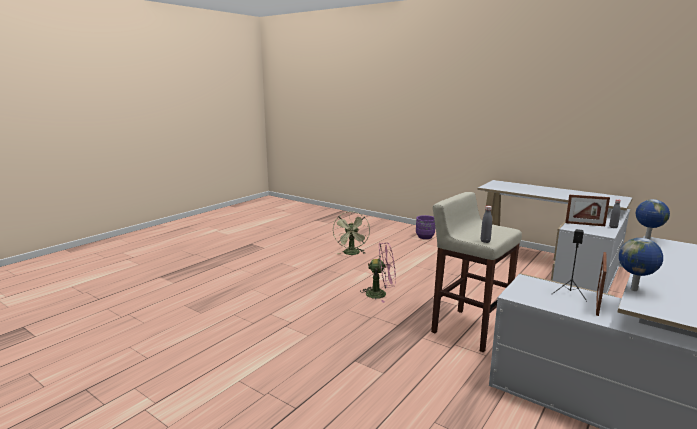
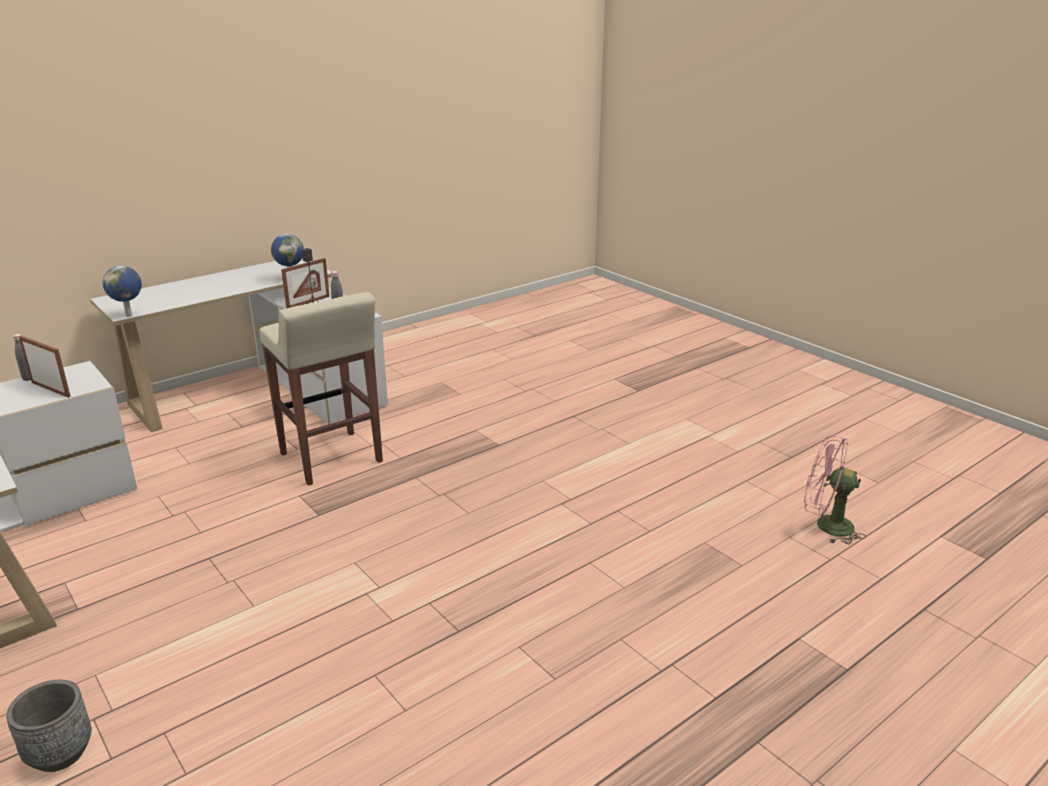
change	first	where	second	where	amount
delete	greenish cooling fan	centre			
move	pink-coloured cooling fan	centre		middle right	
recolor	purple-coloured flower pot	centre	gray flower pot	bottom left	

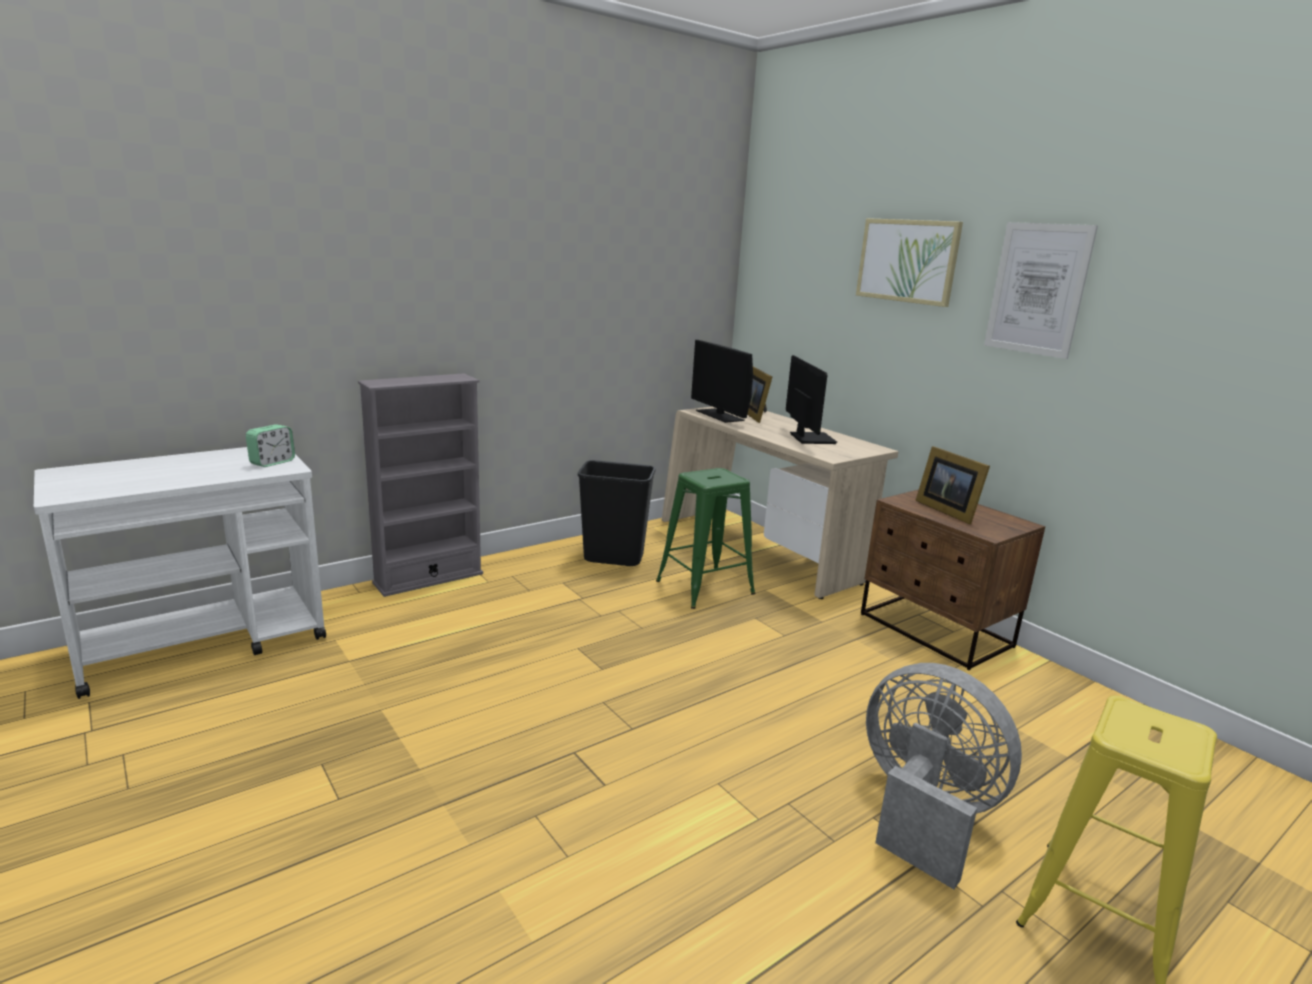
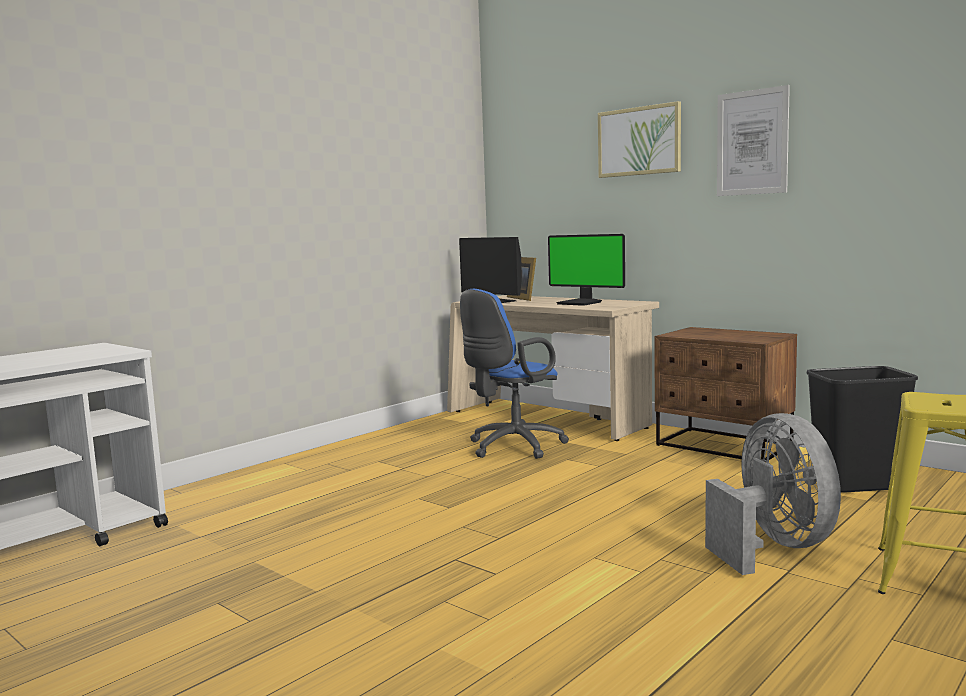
change	first	where	second	where	amount
delete	table clock	middle left			
delete	gray bookshelf	middle left			
move	black trash can	centre		middle right	
replace	greenish stool seat	centre	bluish office chair	centre	
rotate	computer display (2nd from left)	centre		centre	150 degrees clockwise
rotate	gray cooling fan	bottom right		bottom right	45 degrees clockwise
delete	standing frame (2nd from left)	middle right			

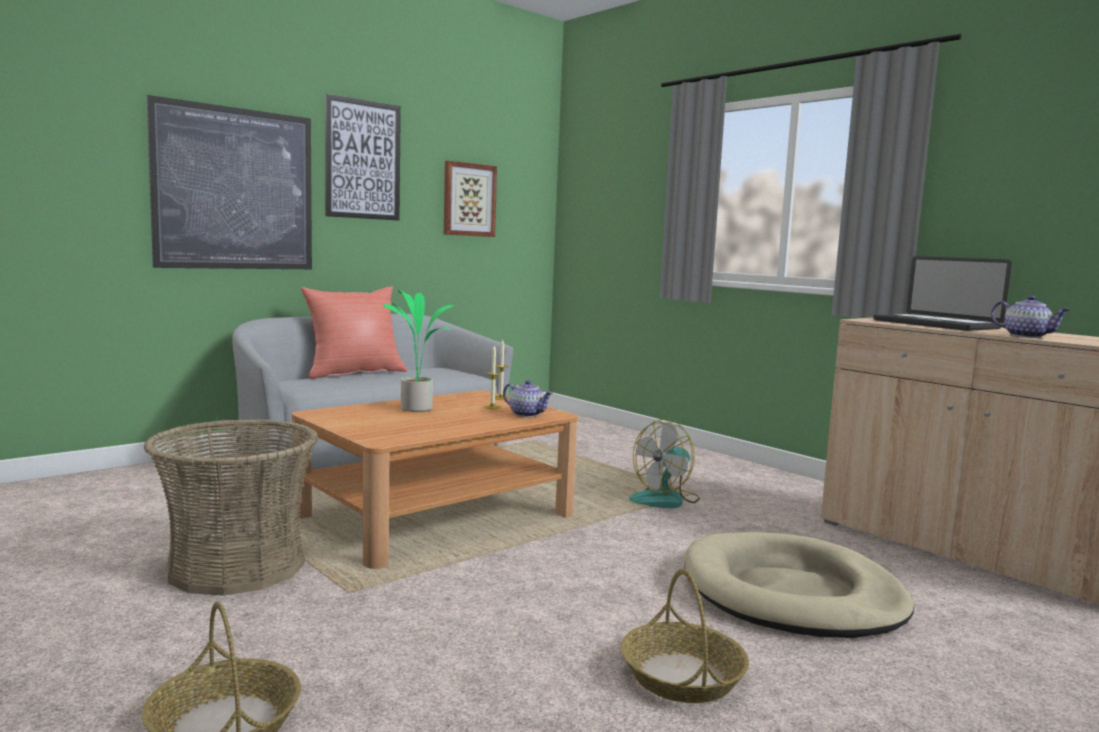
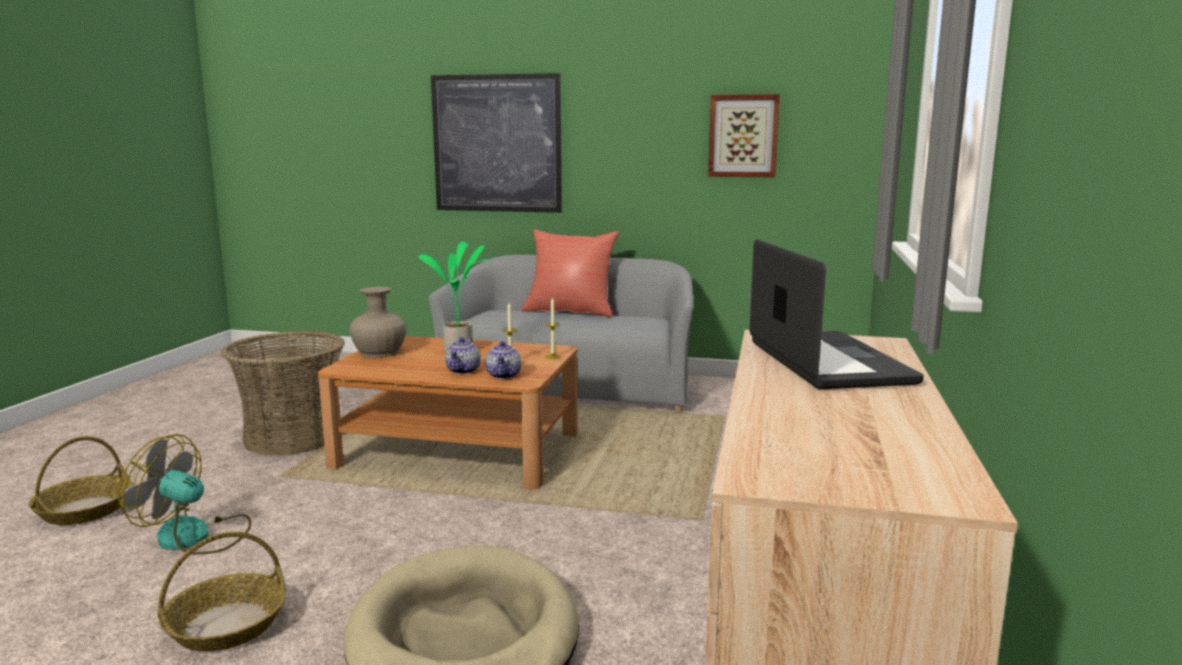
change	first	where	second	where	amount
delete	picture (2nd from left)	top left			
move	cooling fan	centre		bottom left	
rotate	portable computer	middle right		middle right	150 degrees clockwise
move	pot for tea (2nd from left in the first image)	middle right	pot for tea (1st from left)	centre	
insert			beige-coloured flower vase	middle left	

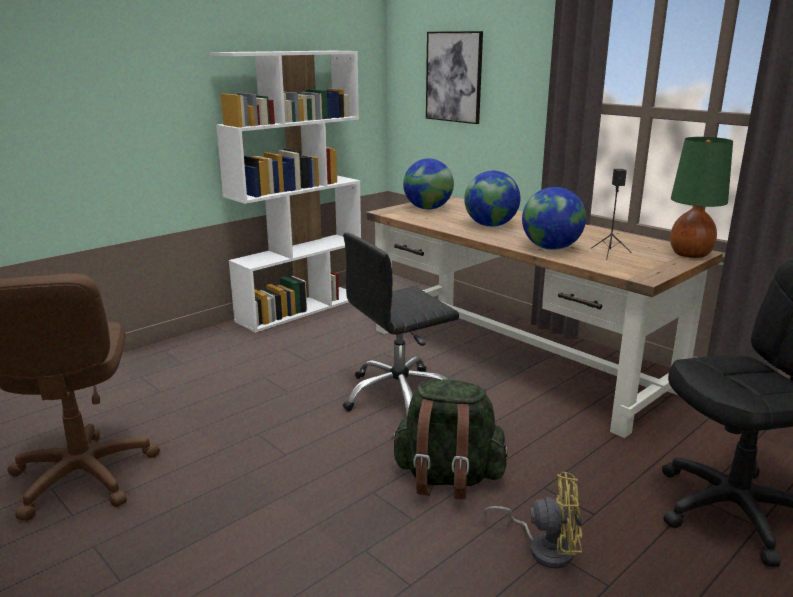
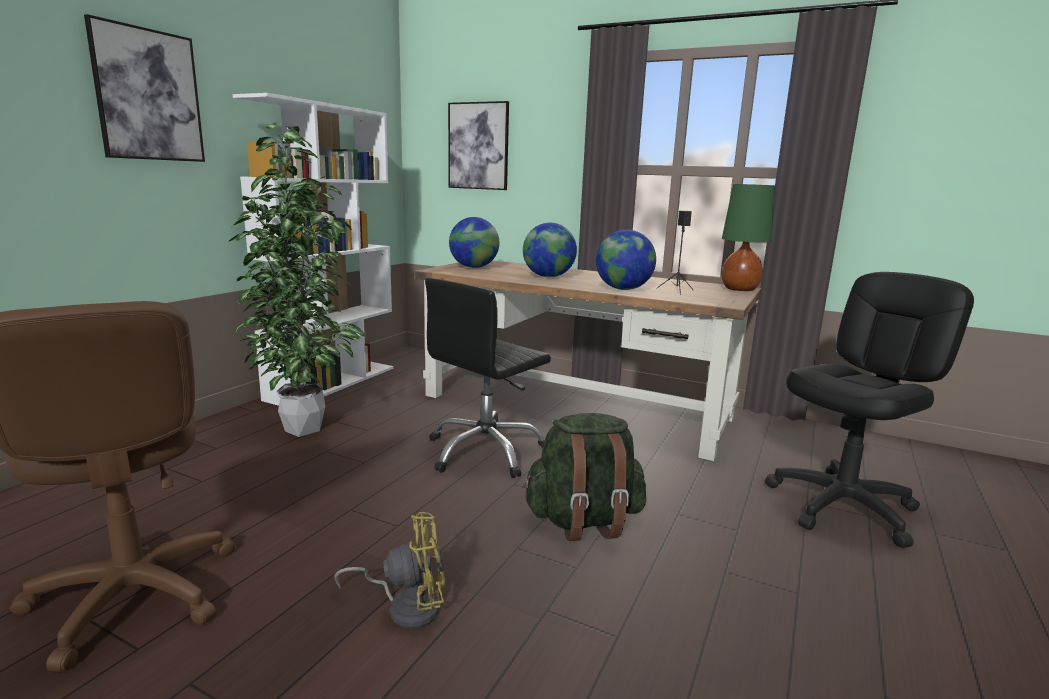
change	first	where	second	where	amount
move	yellow cooling fan	bottom right		bottom centre	
insert			picture (1st from left)	top left	
insert			plant in a pot	middle left	

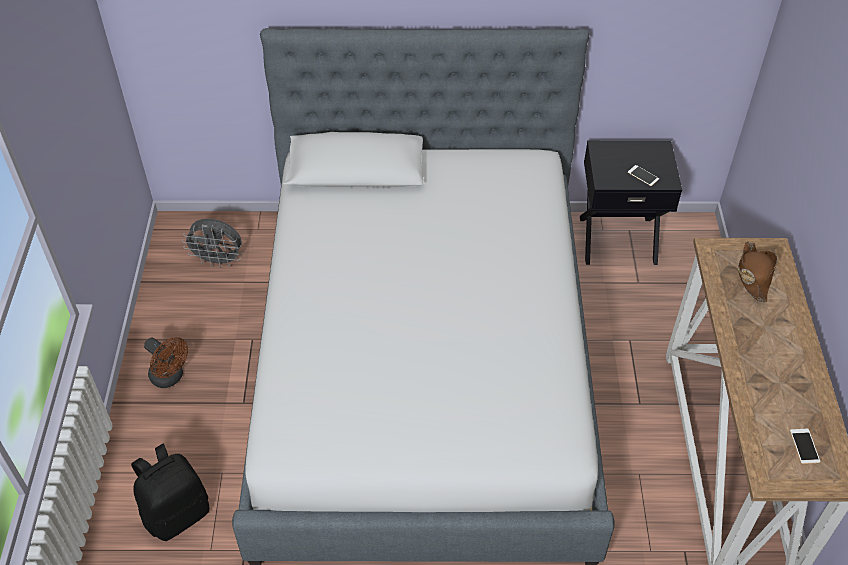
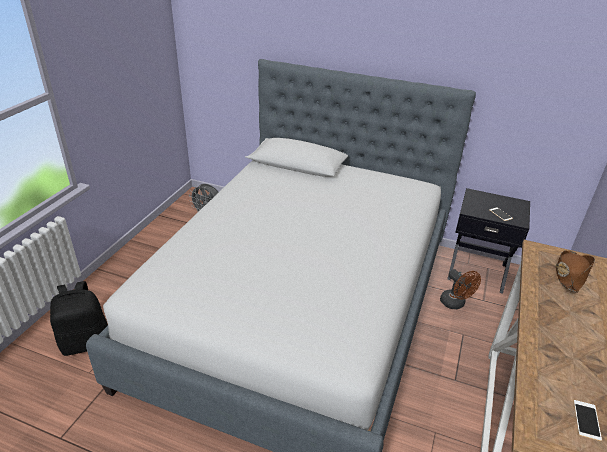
change	first	where	second	where	amount
move	brownish cooling fan	middle left		middle right	

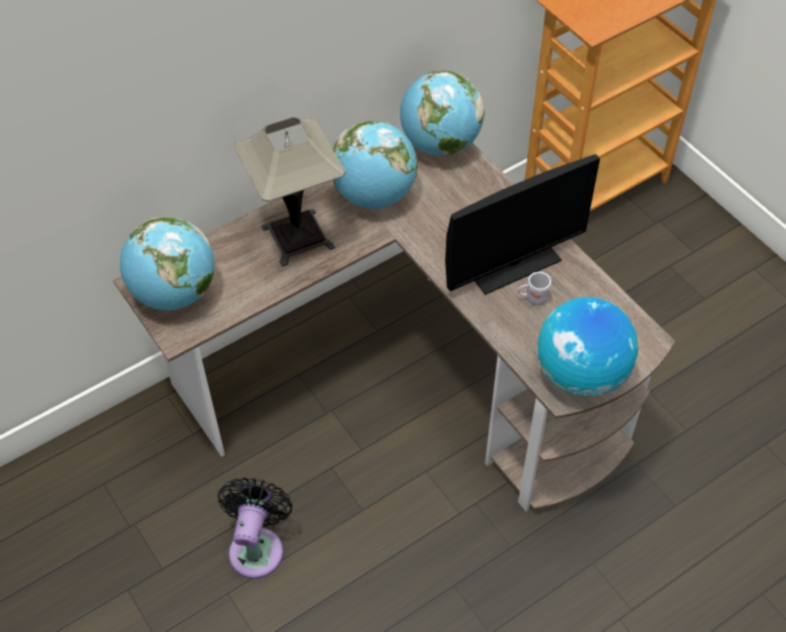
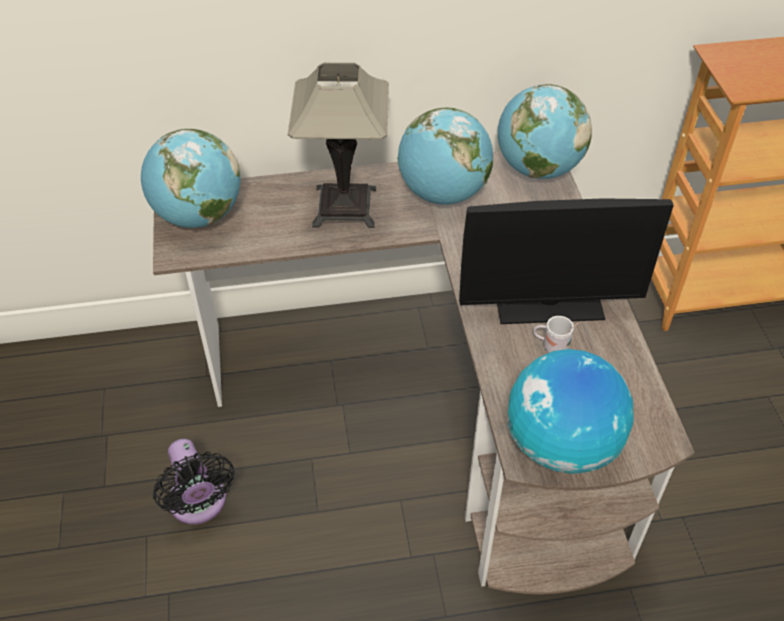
change	first	where	second	where	amount
rotate	black cooling fan	bottom left		bottom left	120 degrees clockwise

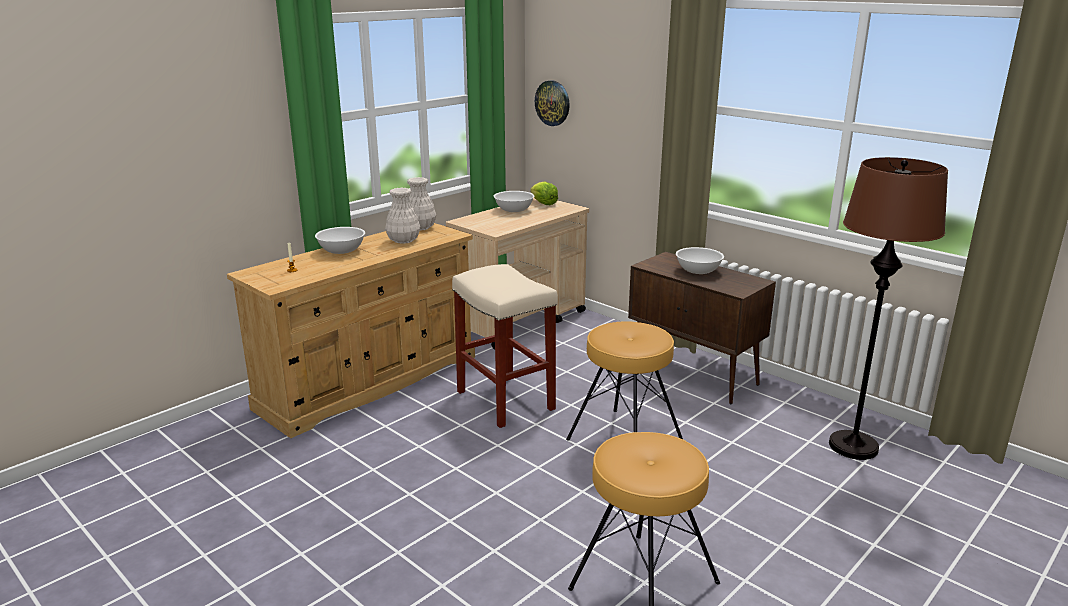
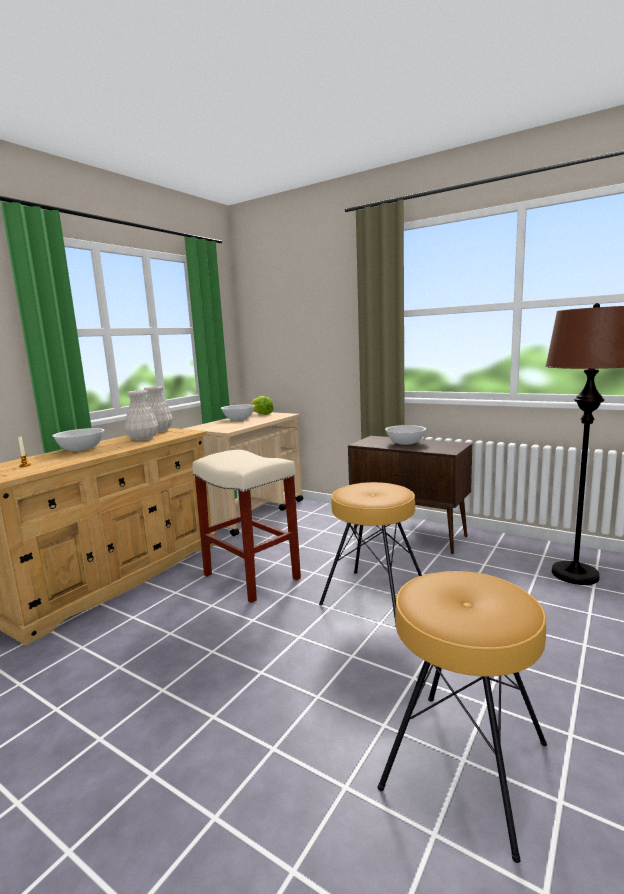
change	first	where	second	where	amount
delete	hanging clock	top centre			

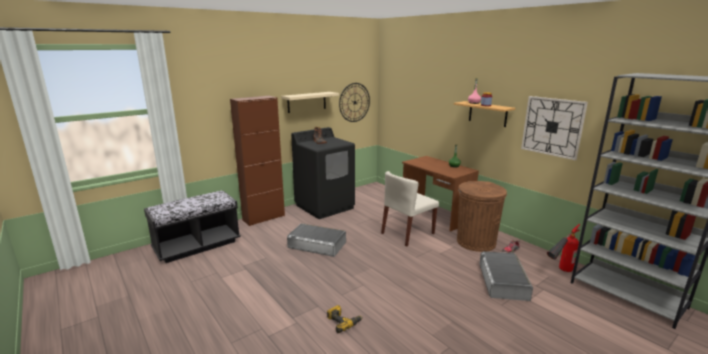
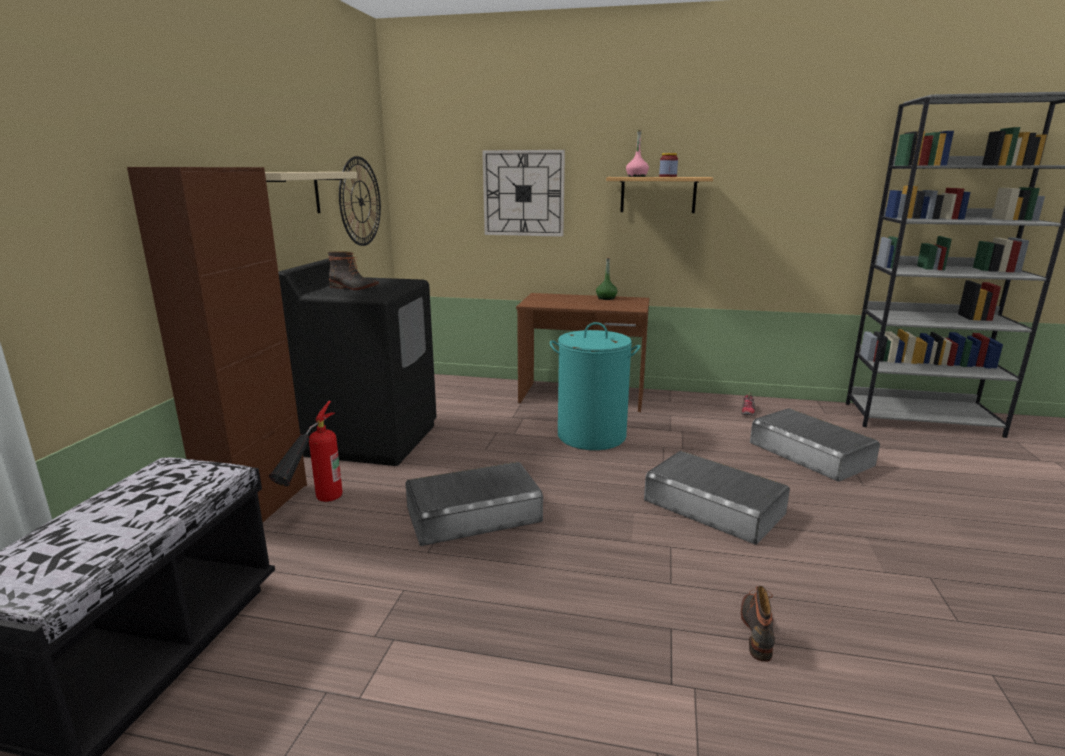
change	first	where	second	where	amount
replace	power drill	bottom centre	boot (2nd from left)	bottom right	
replace	beige-coloured upright chair	centre	turquoise washing basket	centre	
delete	brownish trash can	middle right			
move	hanging clock (2nd from left)	middle right		top centre	
move	fire extinguisher	bottom right		middle left	
insert			gray storage bin (2nd from left)	middle right	

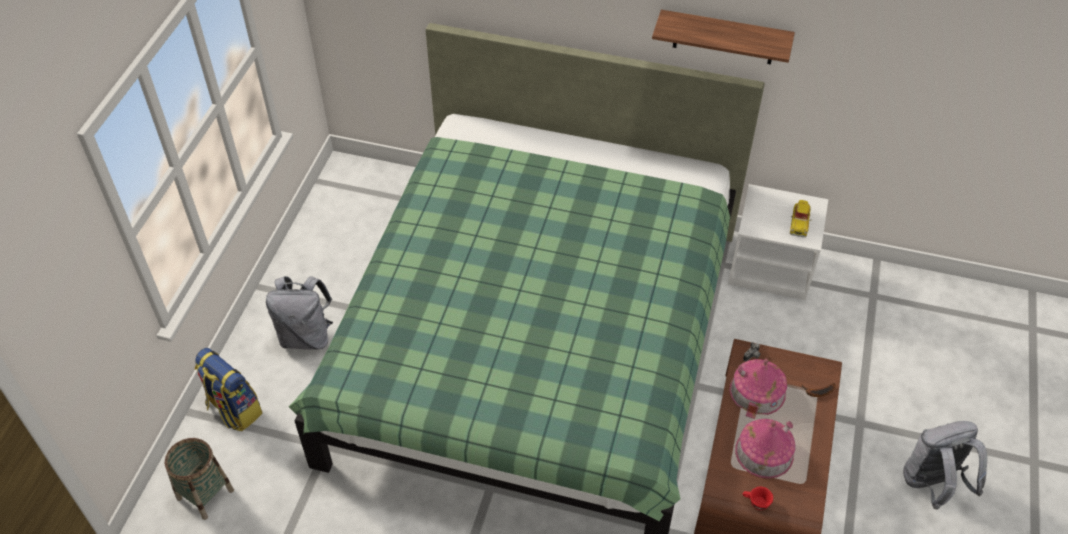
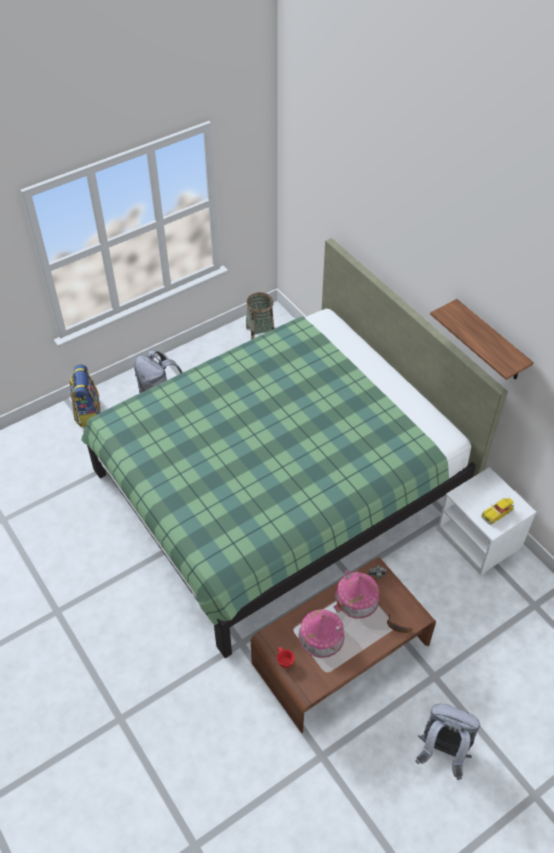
change	first	where	second	where	amount
move	storage basket	bottom left		centre	

